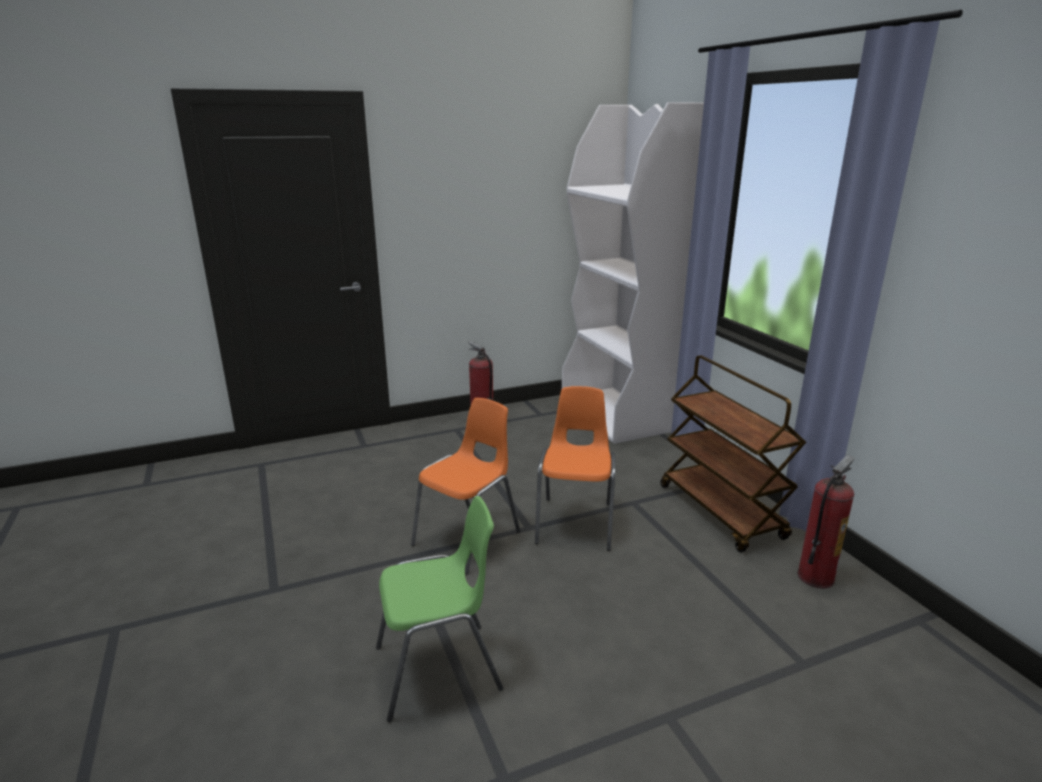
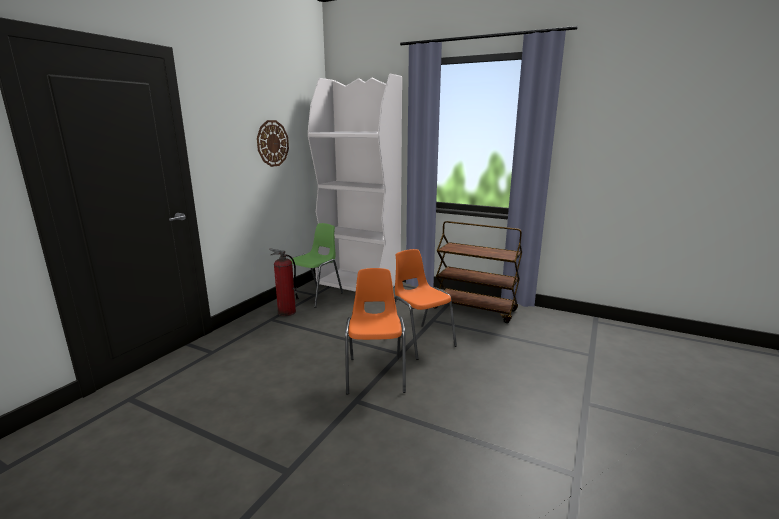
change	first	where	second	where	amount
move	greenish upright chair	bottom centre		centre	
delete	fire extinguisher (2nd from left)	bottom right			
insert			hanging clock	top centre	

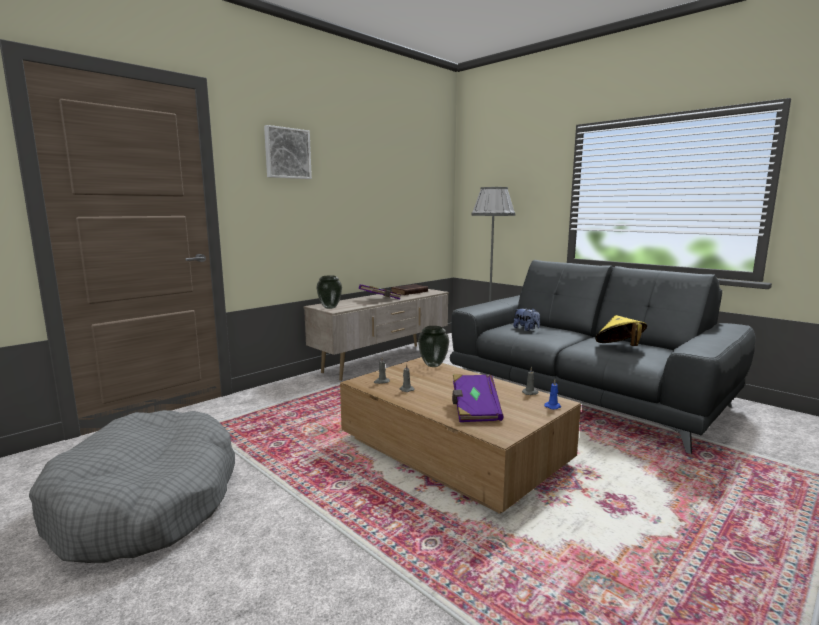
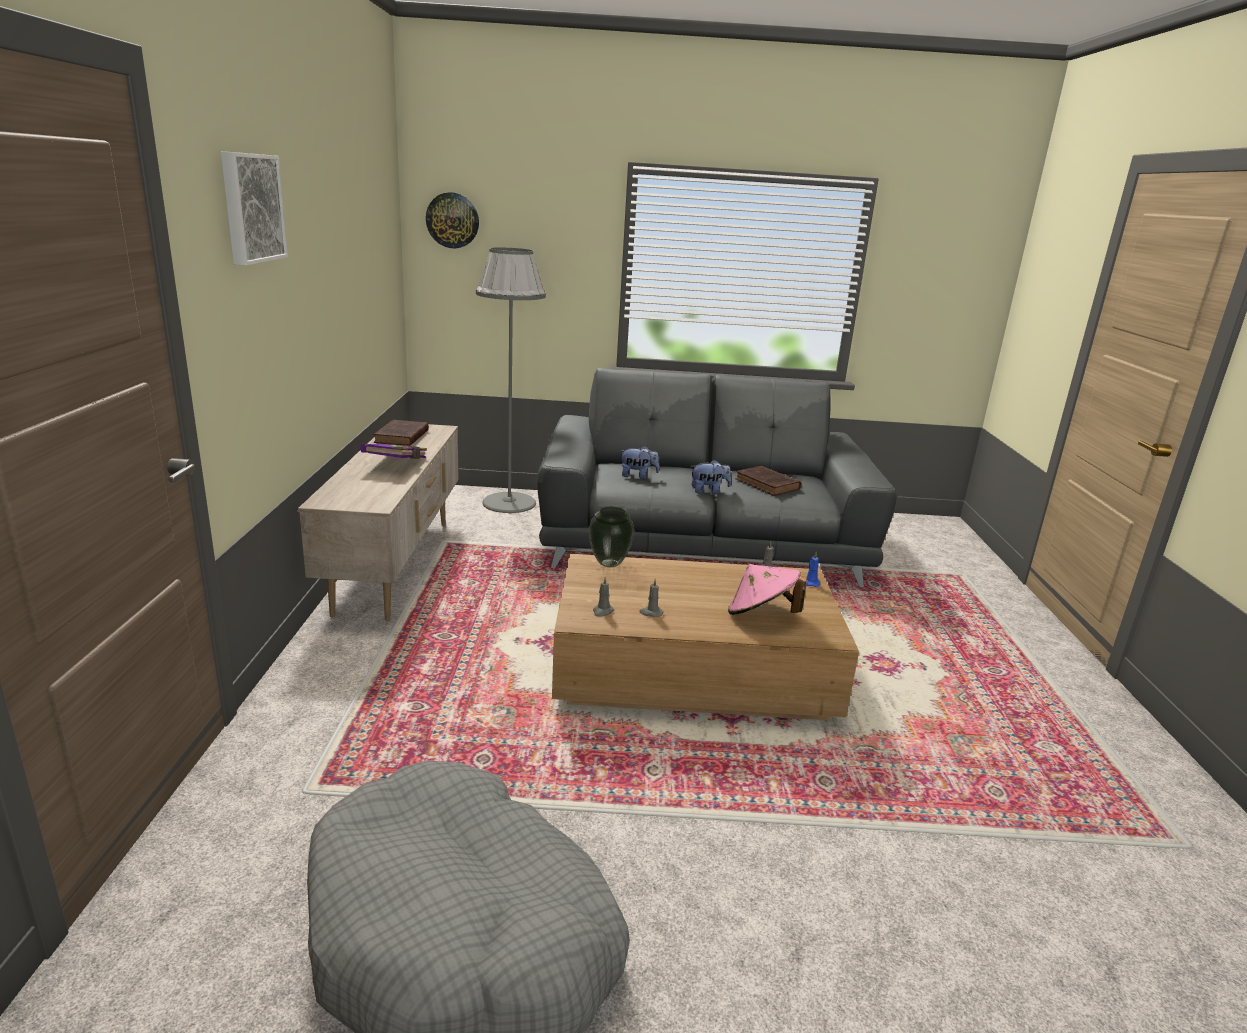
change	first	where	second	where	amount
delete	flower vase (1st from left)	centre			
replace	purple-coloured bound book (2nd from left)	centre	pink-coloured clothing hat	centre	
replace	yellow clothing hat	middle right	brownish bound book (2nd from left)	centre	
insert			hanging clock	top centre	
insert			cuddly toy (2nd from left)	centre	

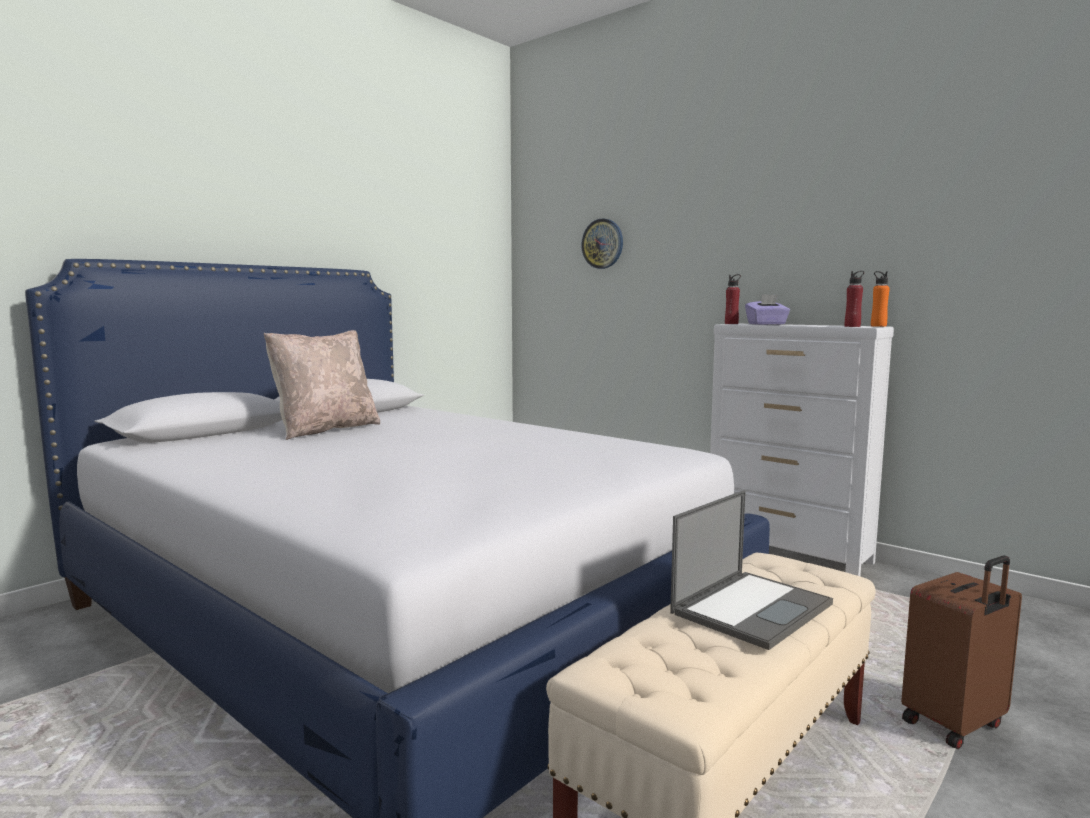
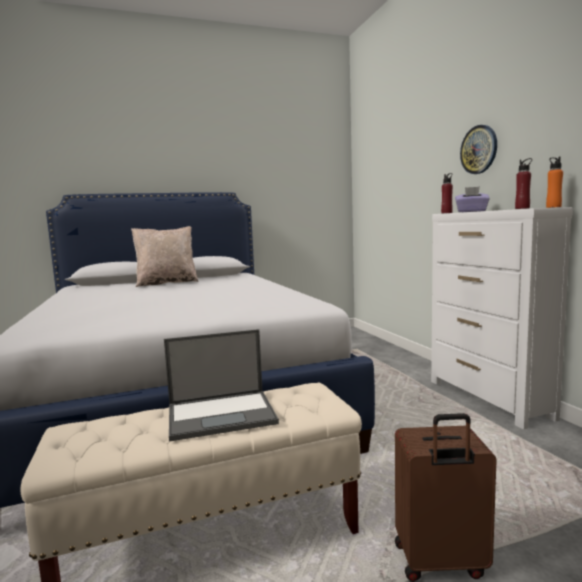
change	first	where	second	where	amount
move	hanging clock	top centre		top right	

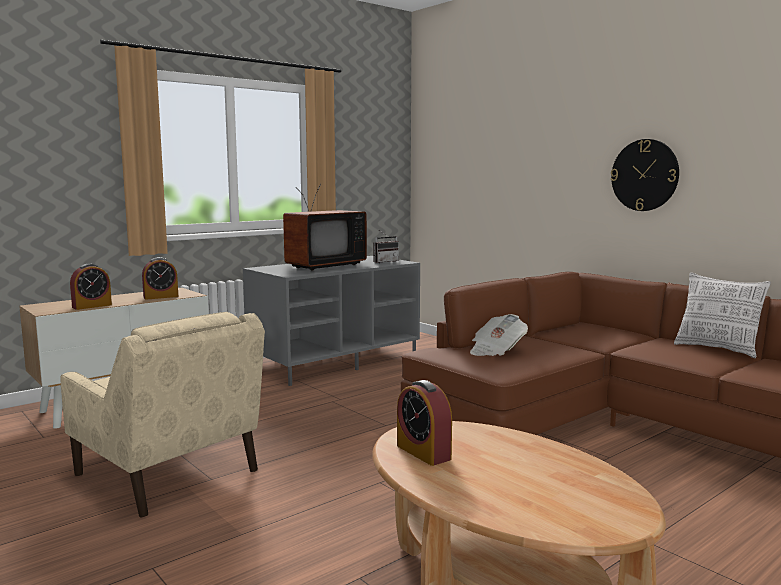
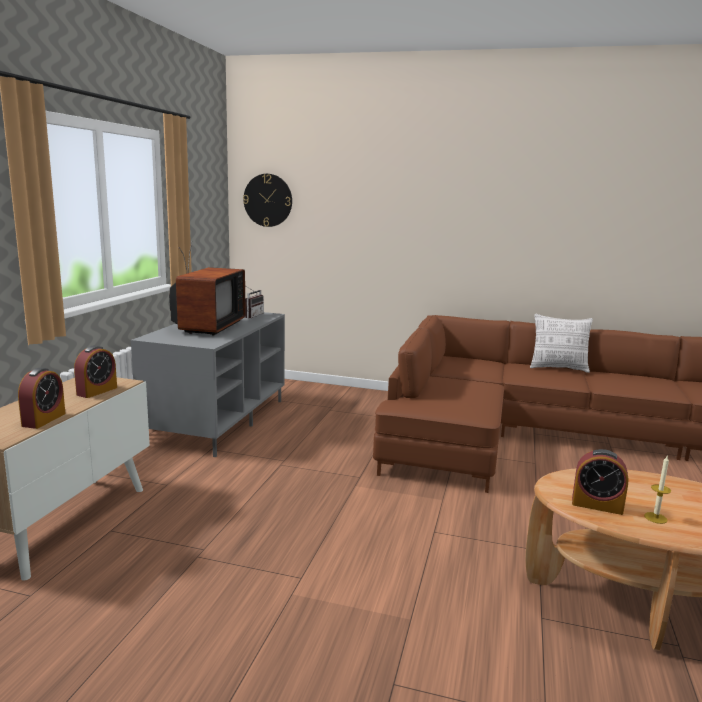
change	first	where	second	where	amount
delete	beige-coloured armchair	bottom left			
delete	printed paper	centre			
move	hanging clock	top right		top centre	
insert			wax candle	bottom right	

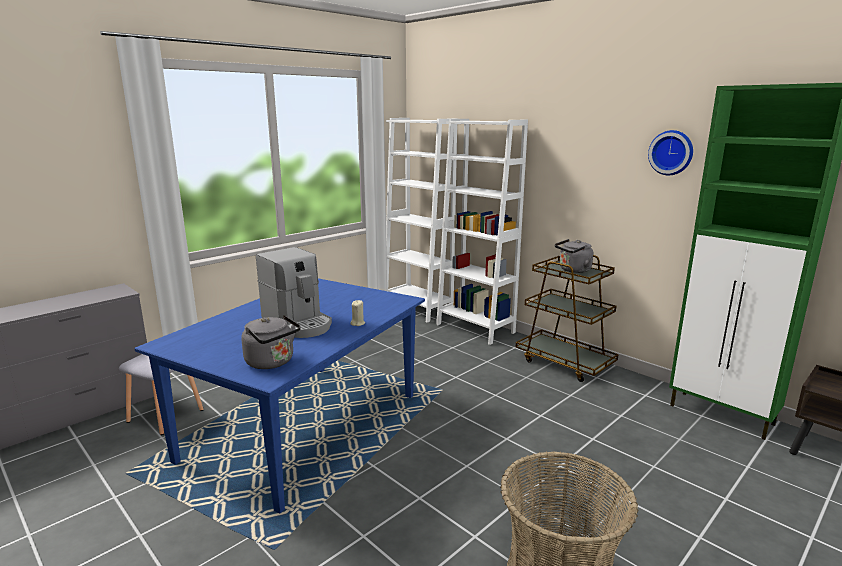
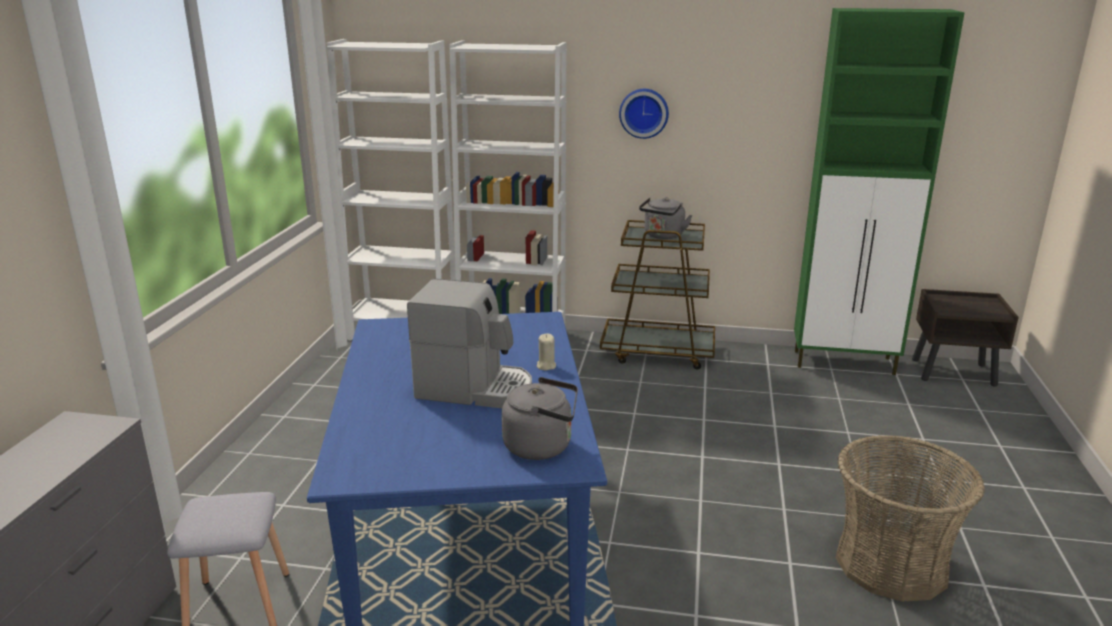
change	first	where	second	where	amount
move	hanging clock	top right		top centre	

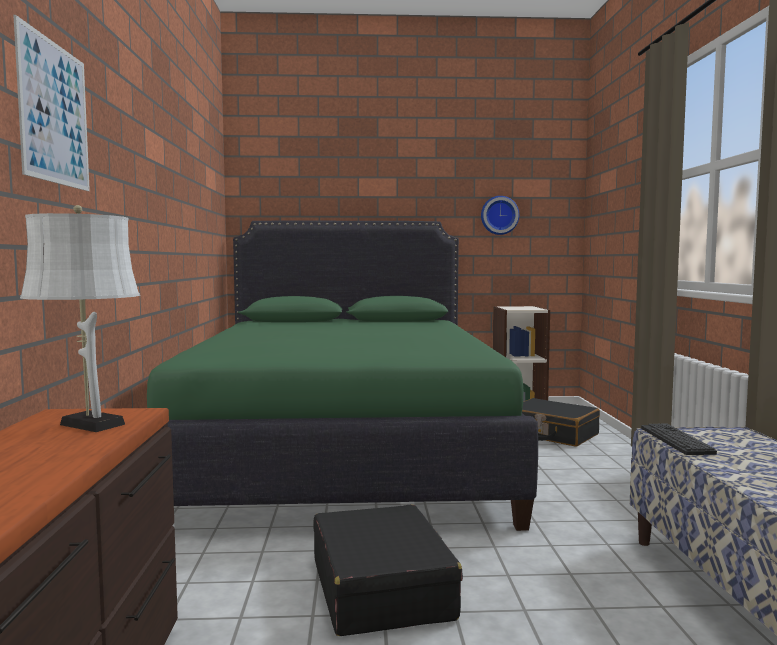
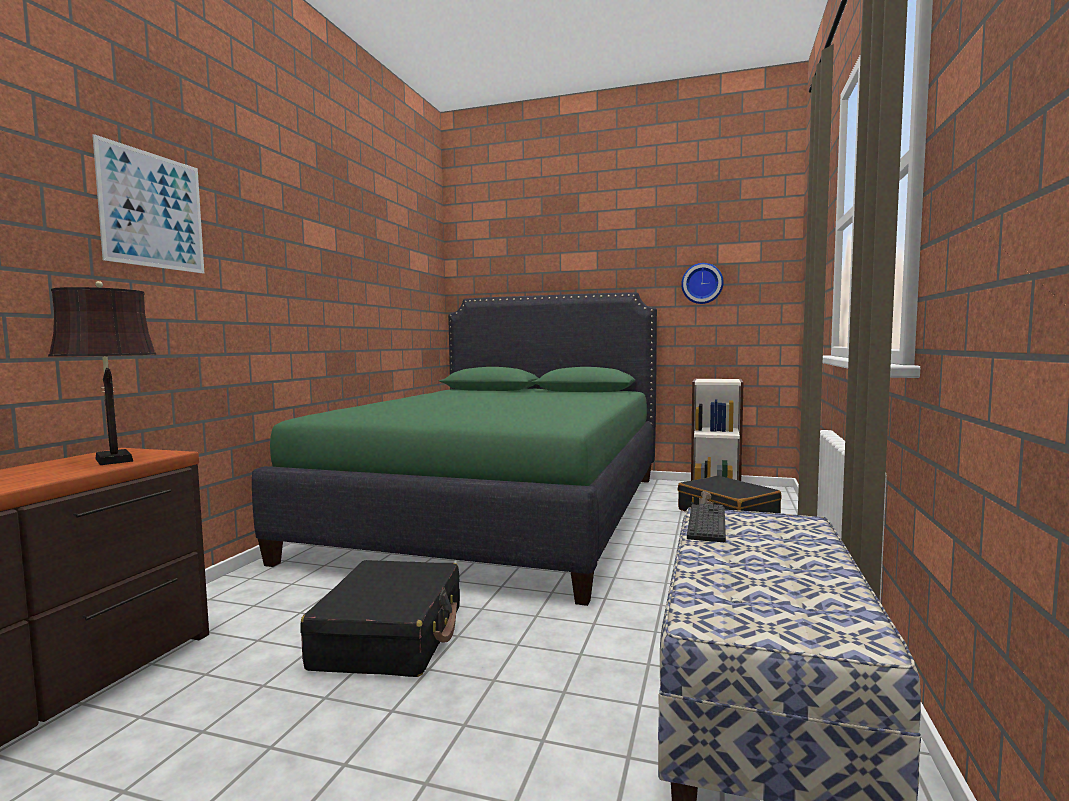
change	first	where	second	where	amount
recolor	whitish table lamp	middle left	brownish table lamp	middle left	

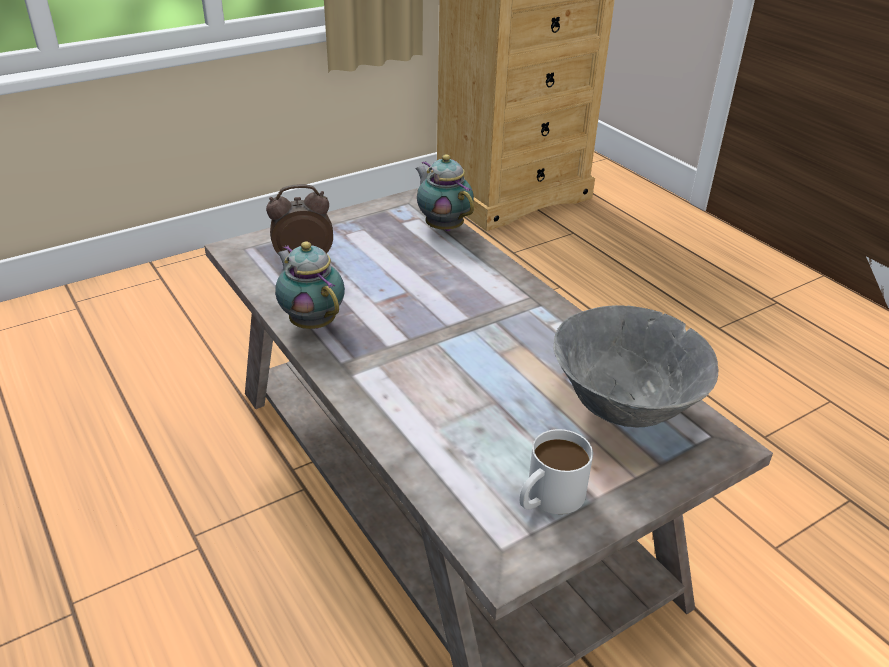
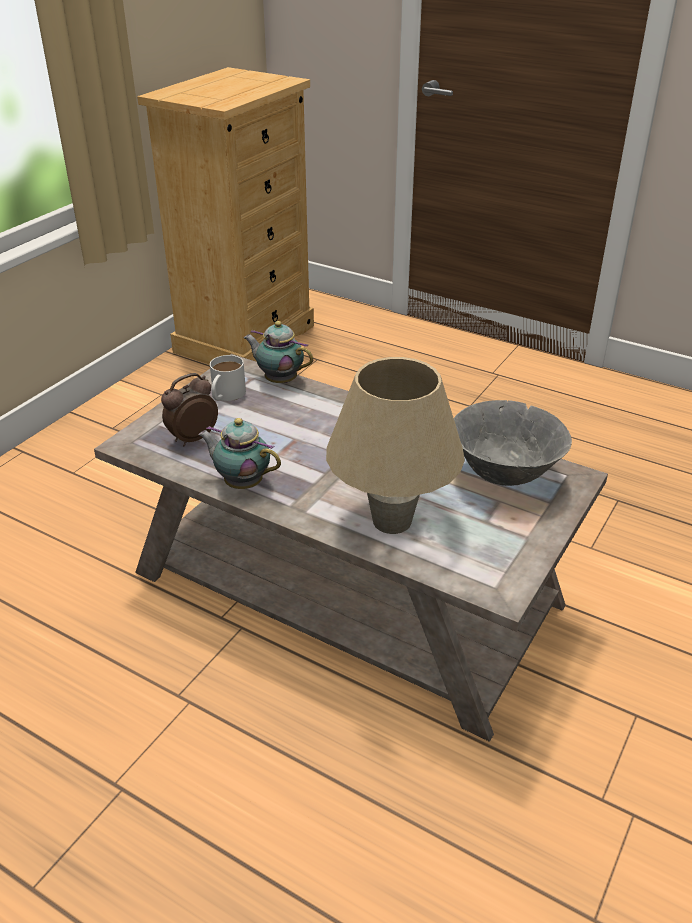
change	first	where	second	where	amount
move	whitish tea mug	bottom centre		middle left	
insert			beige-coloured table lamp	centre	

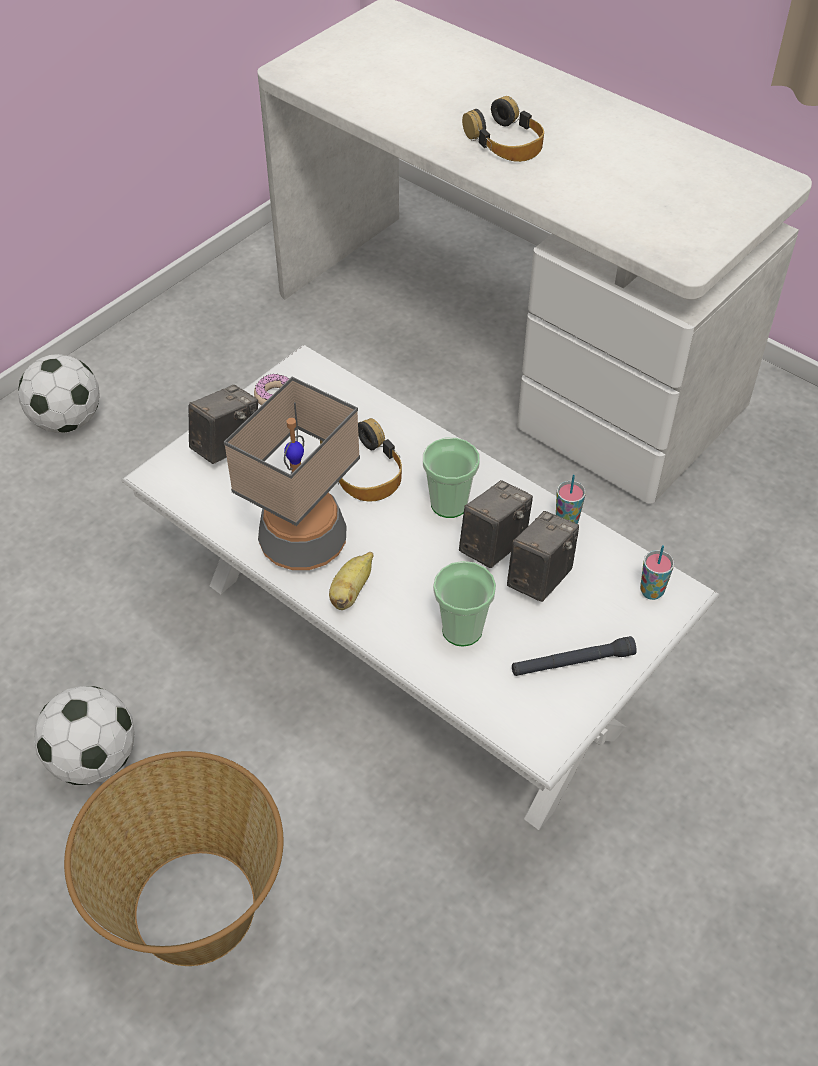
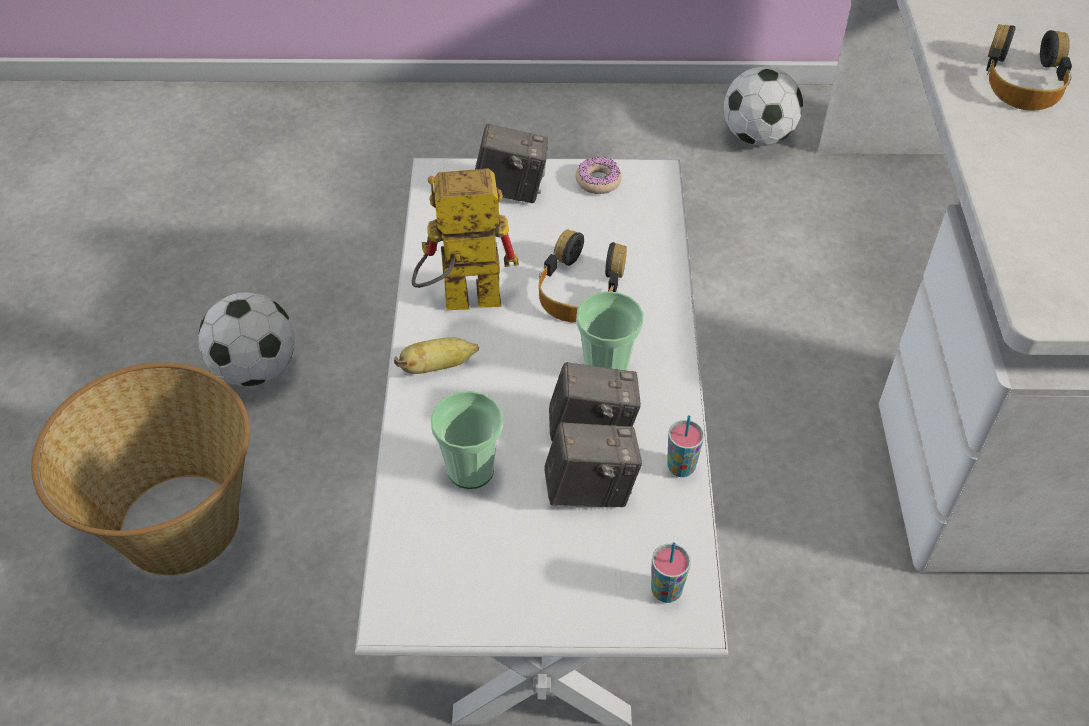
change	first	where	second	where	amount
move	ball for football (1st from left in the first image)	middle left	ball for football (2nd from left)	top right	
replace	table lamp	centre	toy robot	top centre	
delete	black hand torch	middle right			

